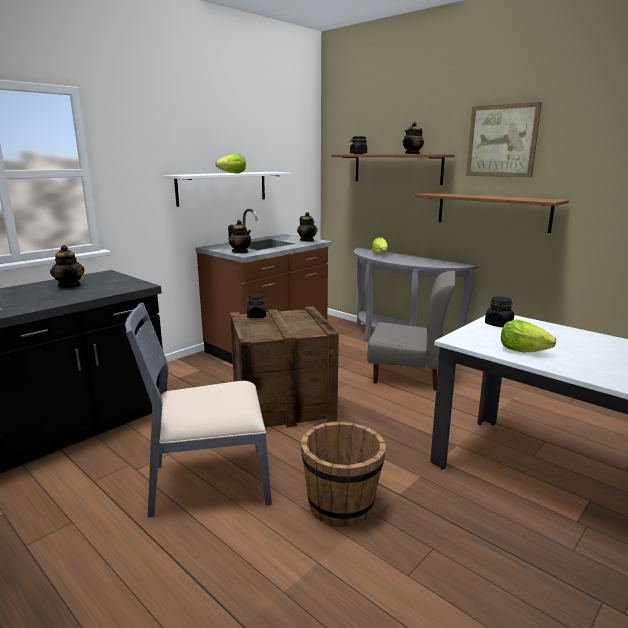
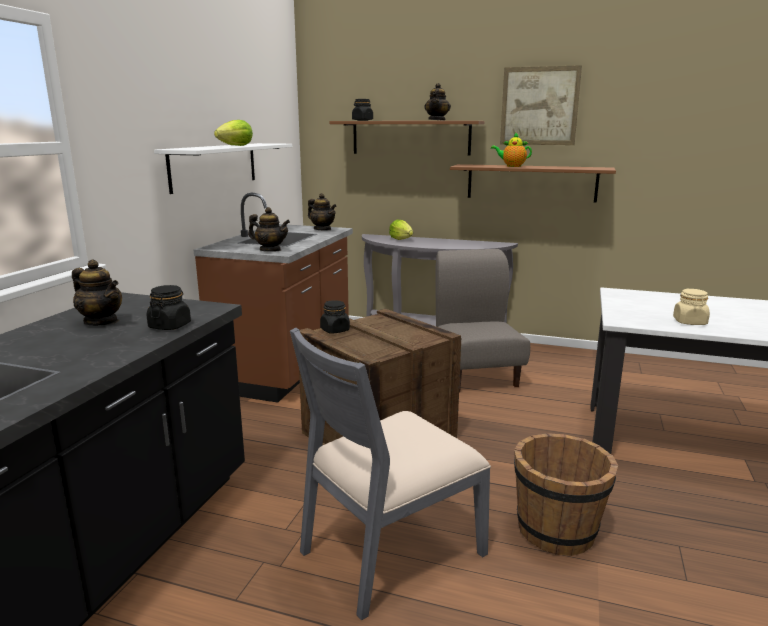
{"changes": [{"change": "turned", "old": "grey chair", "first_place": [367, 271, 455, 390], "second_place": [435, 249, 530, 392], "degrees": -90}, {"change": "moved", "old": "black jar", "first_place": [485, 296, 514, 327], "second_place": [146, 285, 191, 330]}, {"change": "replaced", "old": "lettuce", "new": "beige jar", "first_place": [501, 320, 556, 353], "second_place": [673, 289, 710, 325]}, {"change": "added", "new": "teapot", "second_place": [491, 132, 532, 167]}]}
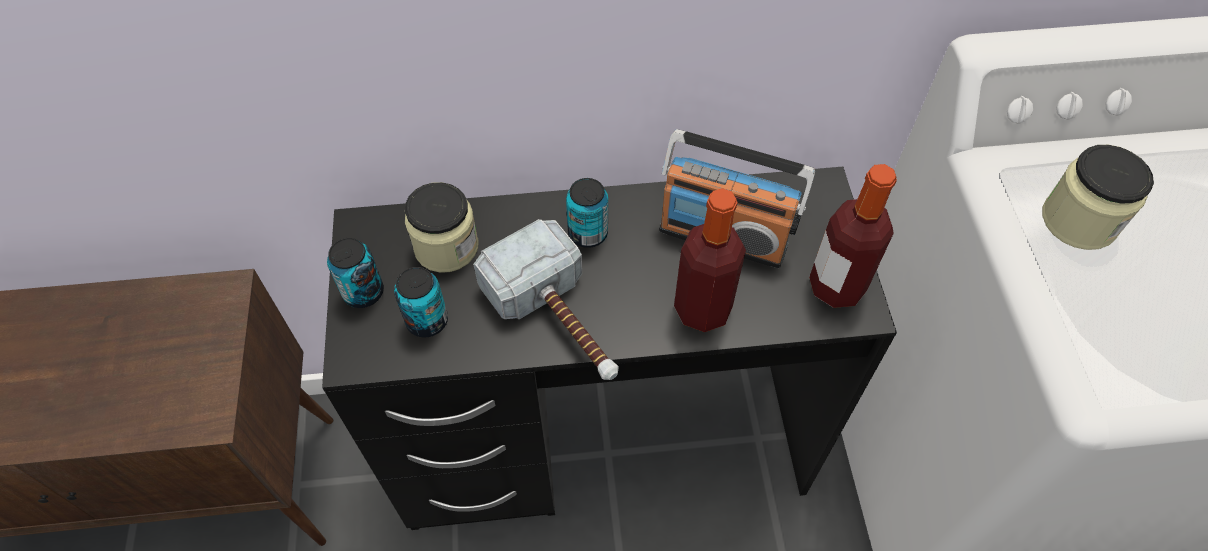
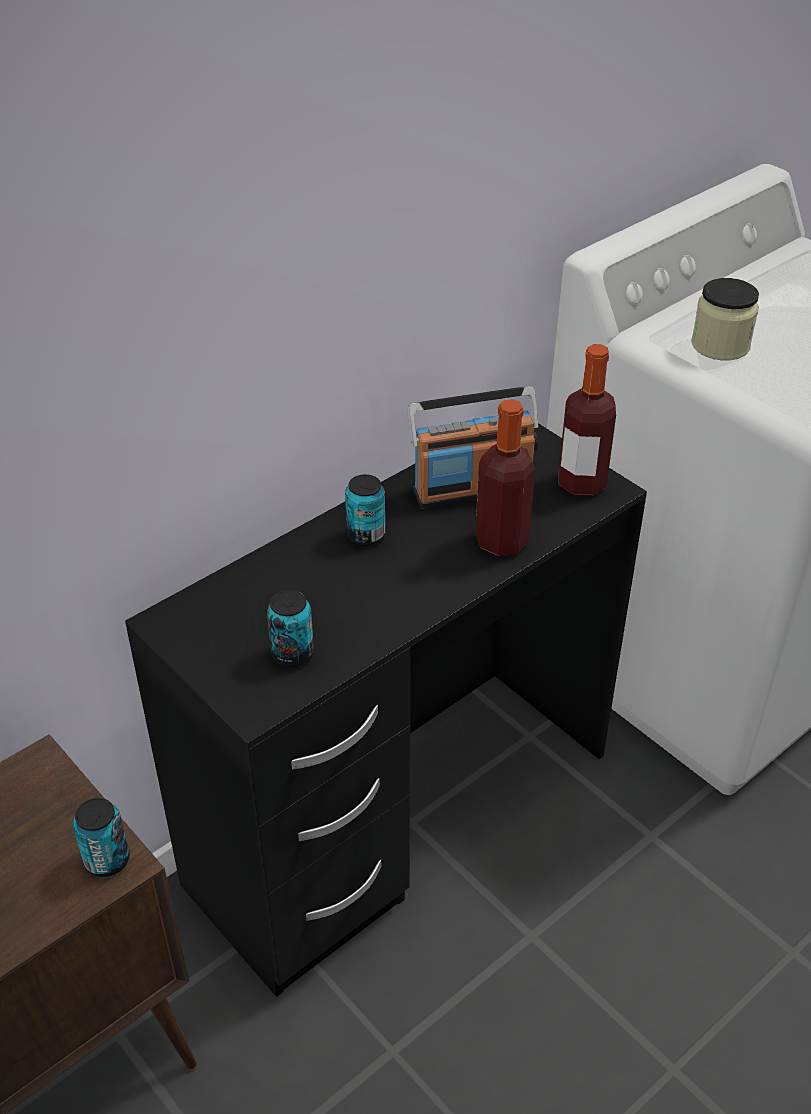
{"changes": [{"change": "moved", "old": "can", "first_place": [327, 238, 384, 308], "second_place": [73, 798, 130, 877]}, {"change": "removed", "old": "jar", "first_place": [405, 182, 478, 273]}, {"change": "removed", "old": "hammer", "first_place": [473, 219, 619, 380]}]}
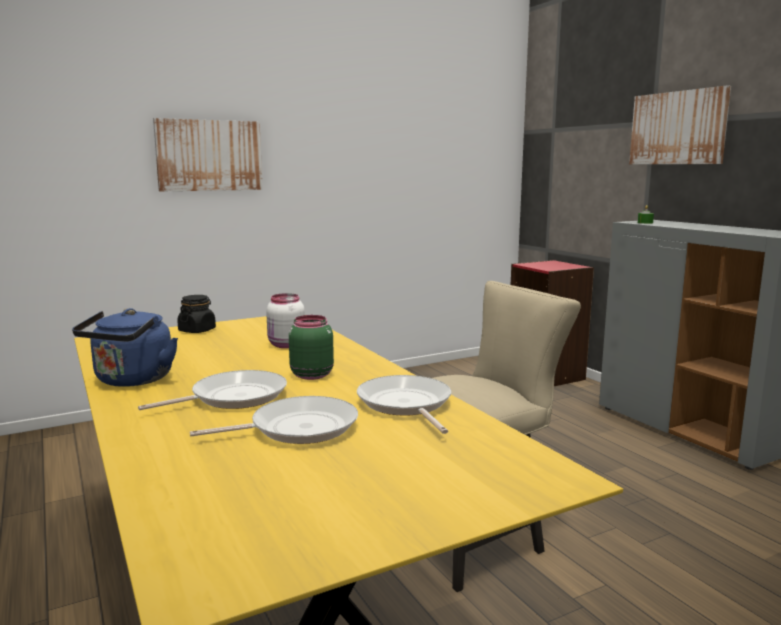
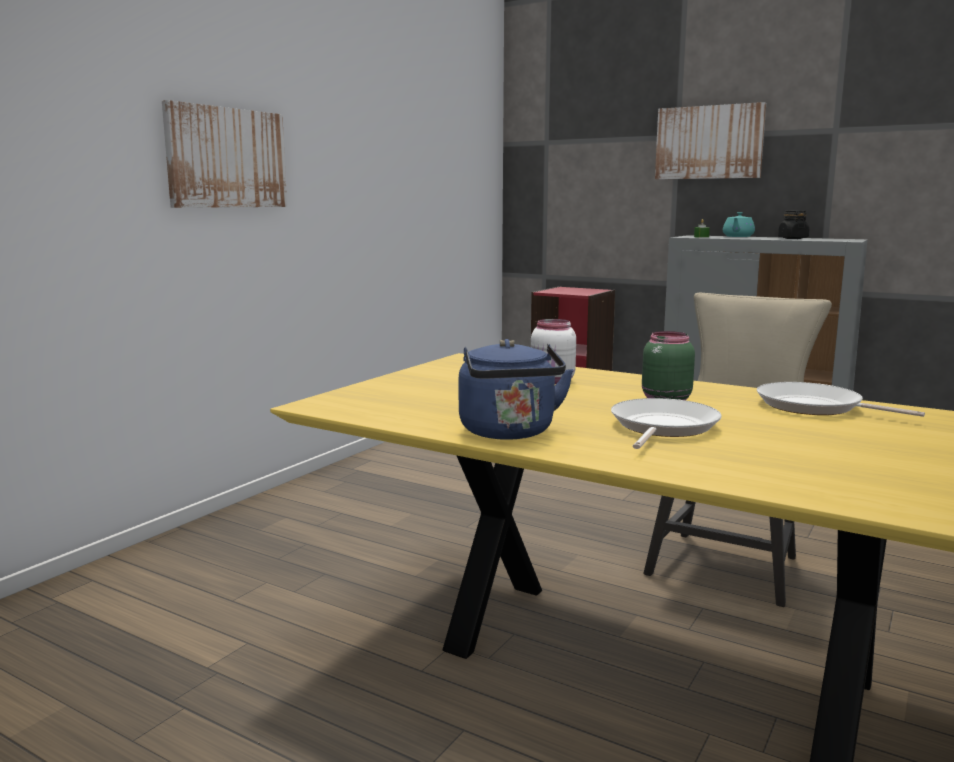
{"changes": [{"change": "moved", "old": "black jar", "first_place": [177, 295, 216, 333], "second_place": [778, 210, 809, 239]}, {"change": "removed", "old": "frying pan", "first_place": [190, 396, 358, 444]}, {"change": "added", "new": "turquoise teapot", "second_place": [723, 212, 755, 237]}]}
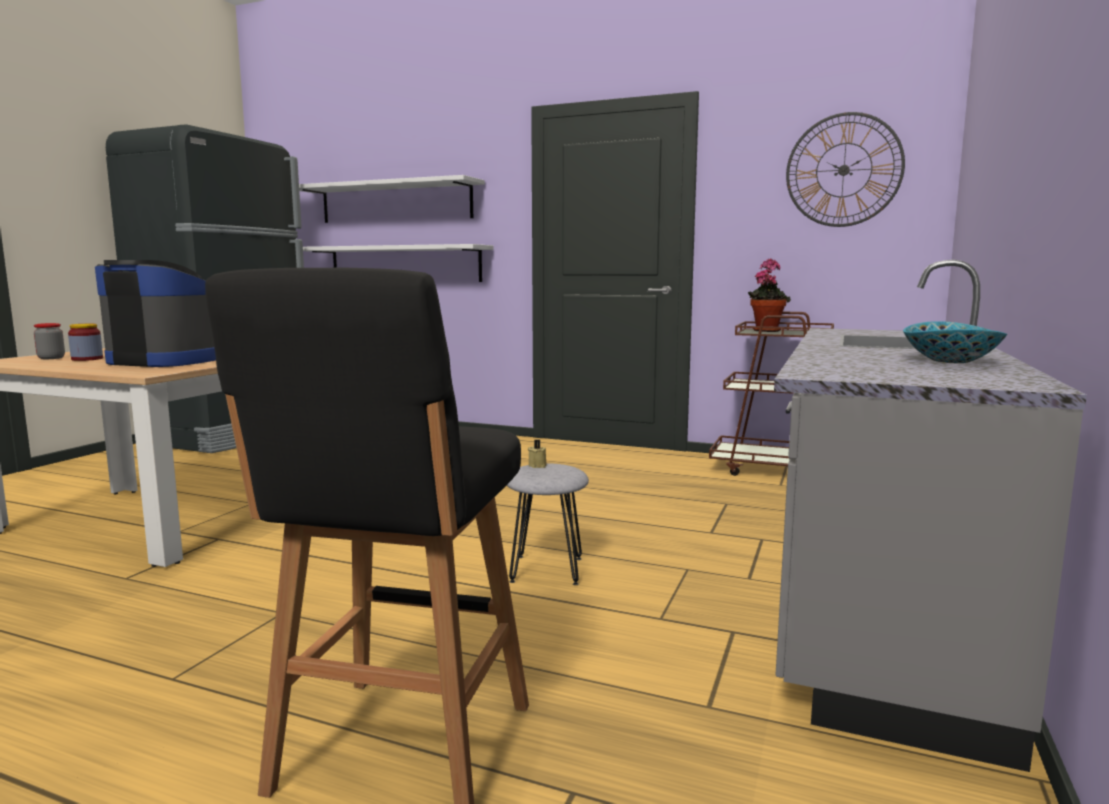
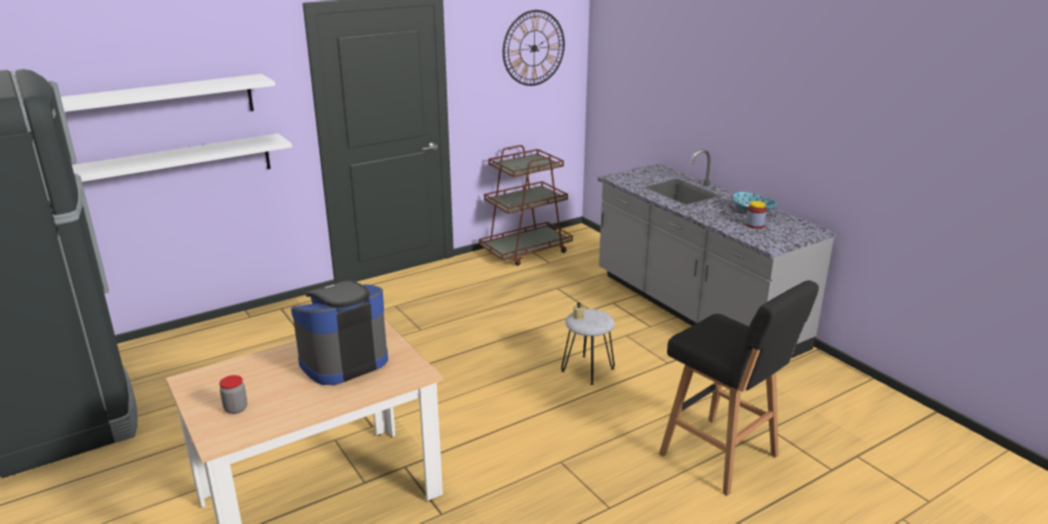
{"changes": [{"change": "moved", "old": "jar", "first_place": [68, 324, 103, 361], "second_place": [746, 201, 767, 229]}, {"change": "removed", "old": "potted plant", "first_place": [748, 258, 791, 332]}]}
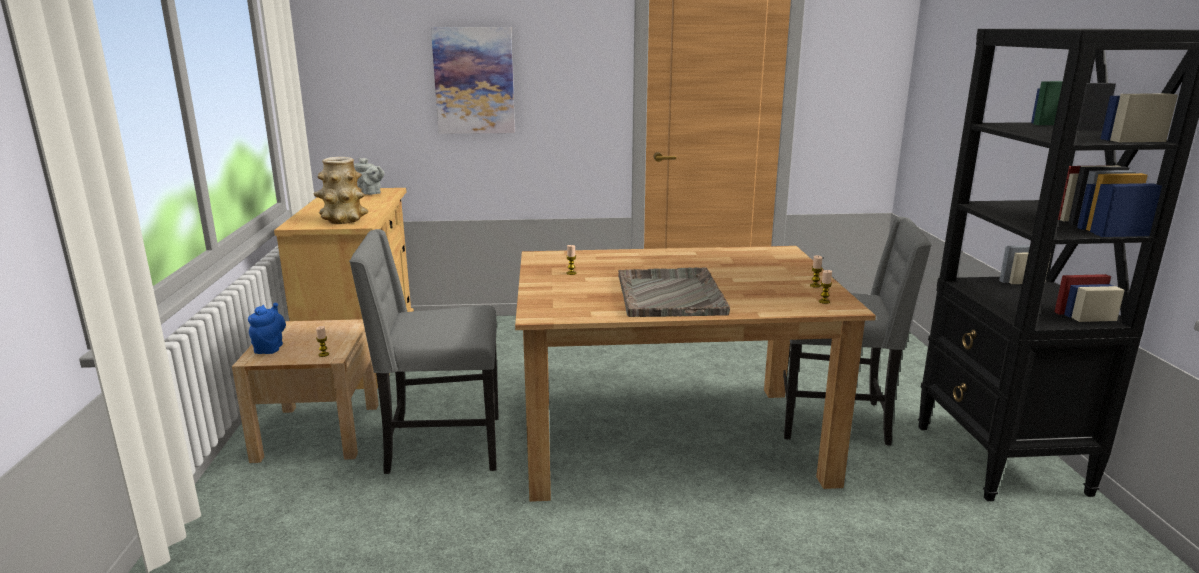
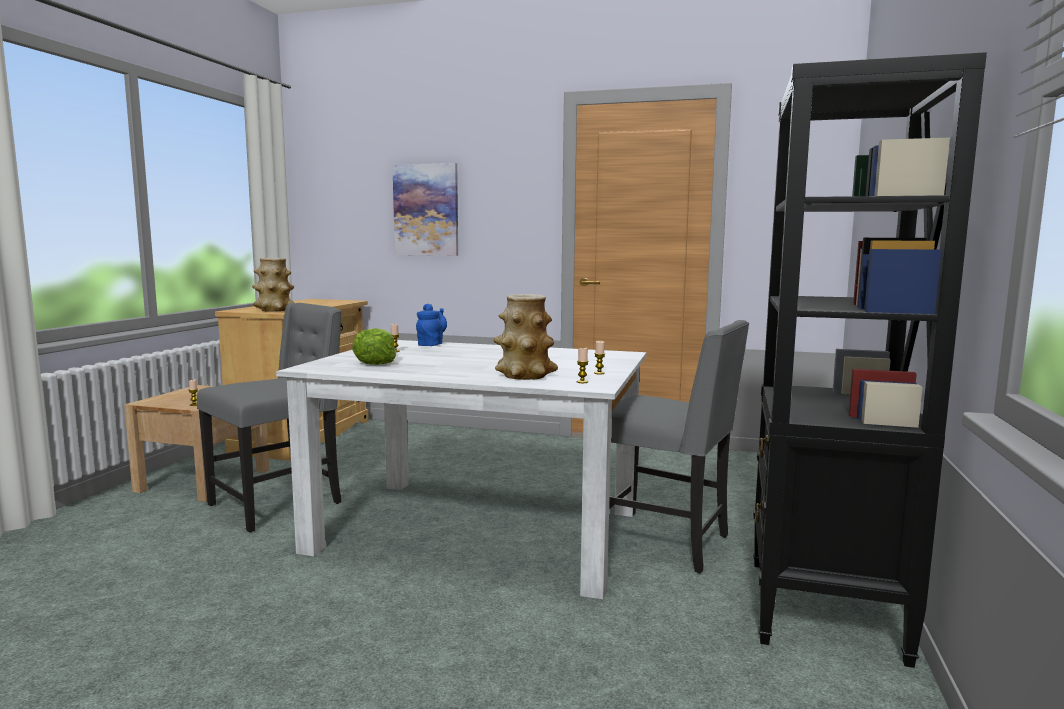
{"changes": [{"change": "moved", "old": "blue teapot", "first_place": [248, 303, 286, 354], "second_place": [416, 304, 447, 346]}, {"change": "turned", "old": "grey chair", "first_place": [349, 229, 499, 474], "second_place": [197, 303, 342, 532], "degrees": 120}, {"change": "removed", "old": "grey teapot", "first_place": [354, 158, 385, 195]}, {"change": "recoloured", "old": "brown dining table", "new": "white dining table", "first_place": [515, 246, 876, 502], "second_place": [276, 340, 646, 599]}, {"change": "removed", "old": "grey tray", "first_place": [618, 267, 730, 317]}, {"change": "added", "new": "lettuce", "second_place": [352, 328, 396, 365]}, {"change": "added", "new": "vase", "second_place": [493, 294, 558, 380]}]}
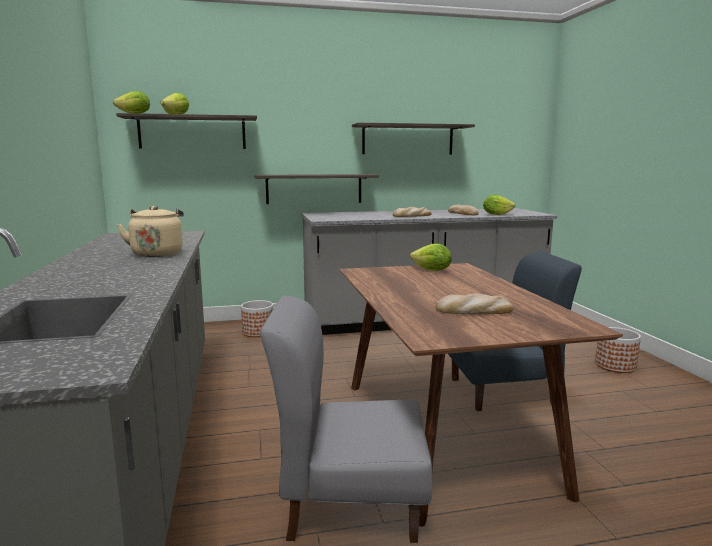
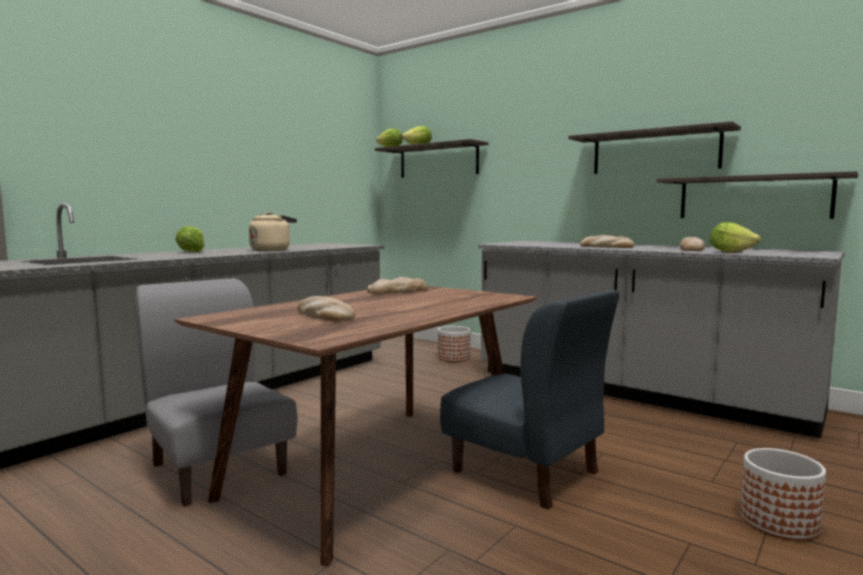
{"changes": [{"change": "moved", "old": "shelf", "first_place": [254, 174, 379, 204], "second_place": [656, 171, 858, 219]}, {"change": "moved", "old": "lettuce", "first_place": [410, 244, 452, 271], "second_place": [175, 226, 205, 252]}, {"change": "added", "new": "bread", "second_place": [367, 277, 428, 294]}]}
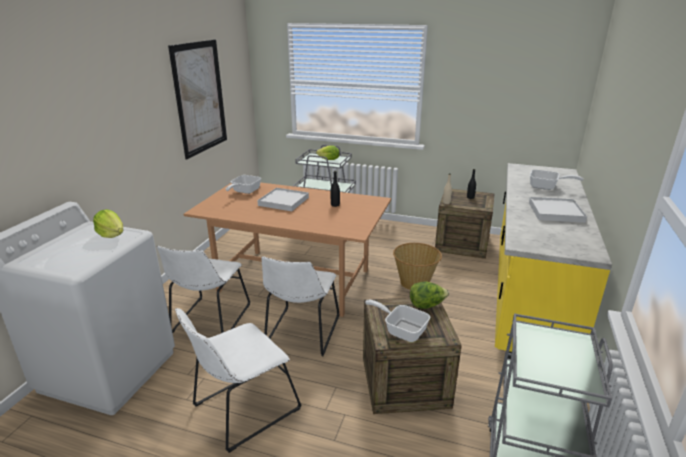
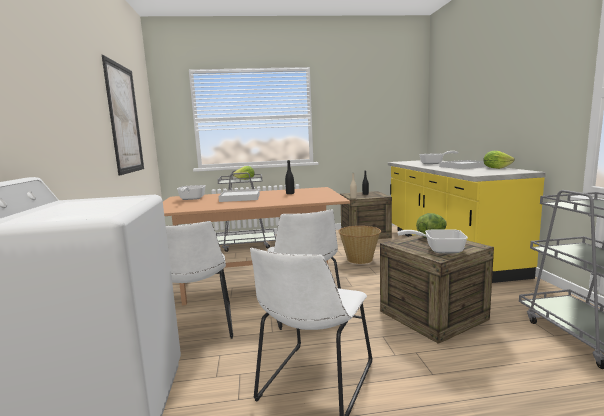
{"changes": [{"change": "moved", "old": "lettuce", "first_place": [93, 209, 123, 238], "second_place": [483, 151, 515, 169]}]}
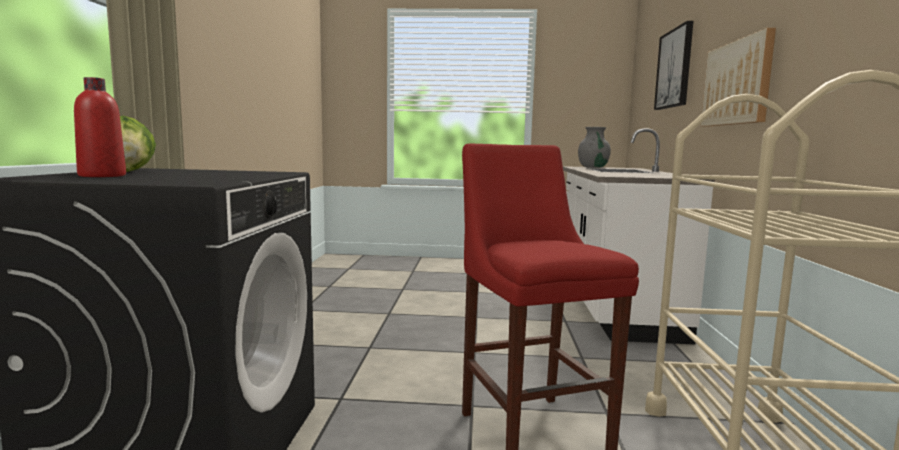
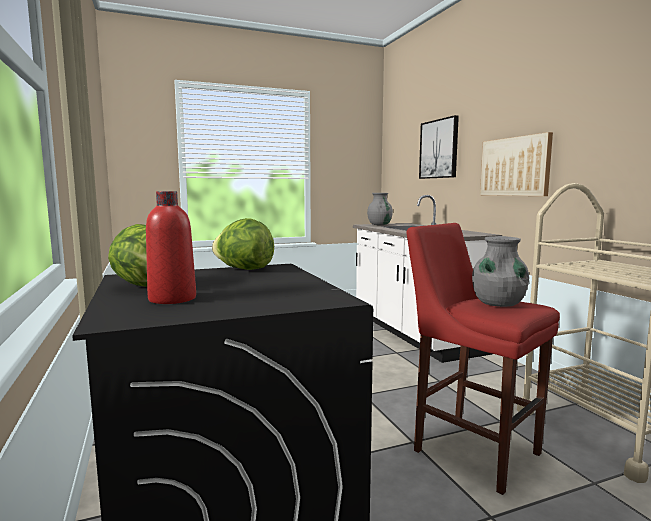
{"changes": [{"change": "added", "new": "lettuce", "second_place": [212, 218, 274, 270]}, {"change": "added", "new": "grey vase", "second_place": [472, 236, 529, 307]}]}
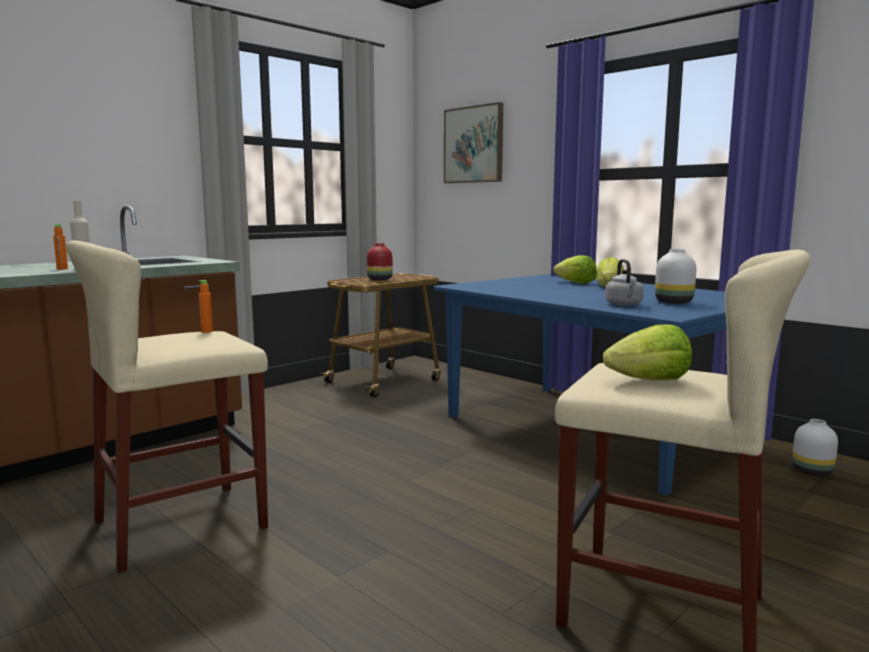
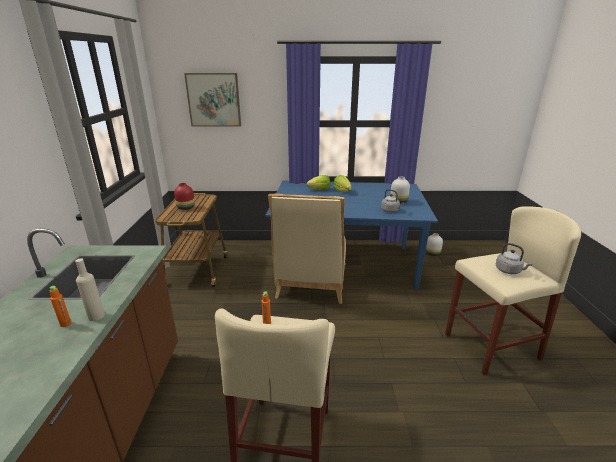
{"changes": [{"change": "replaced", "old": "lettuce", "new": "grey kettle", "first_place": [603, 324, 692, 380], "second_place": [496, 243, 533, 274]}, {"change": "added", "new": "beige chair", "second_place": [268, 194, 346, 304]}]}
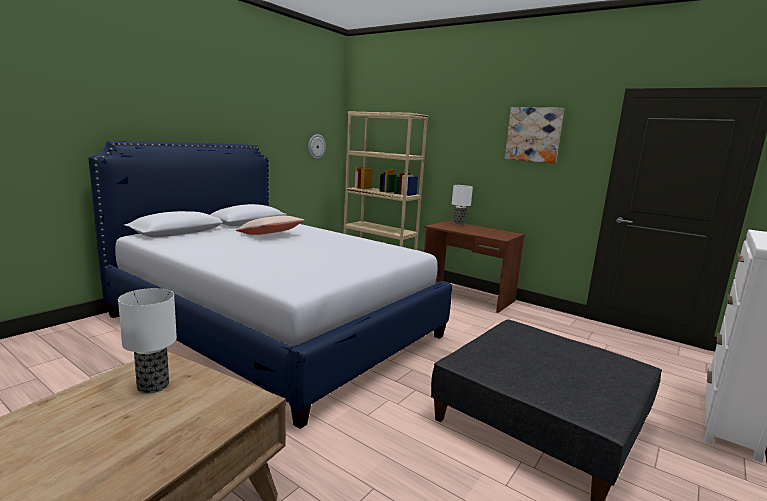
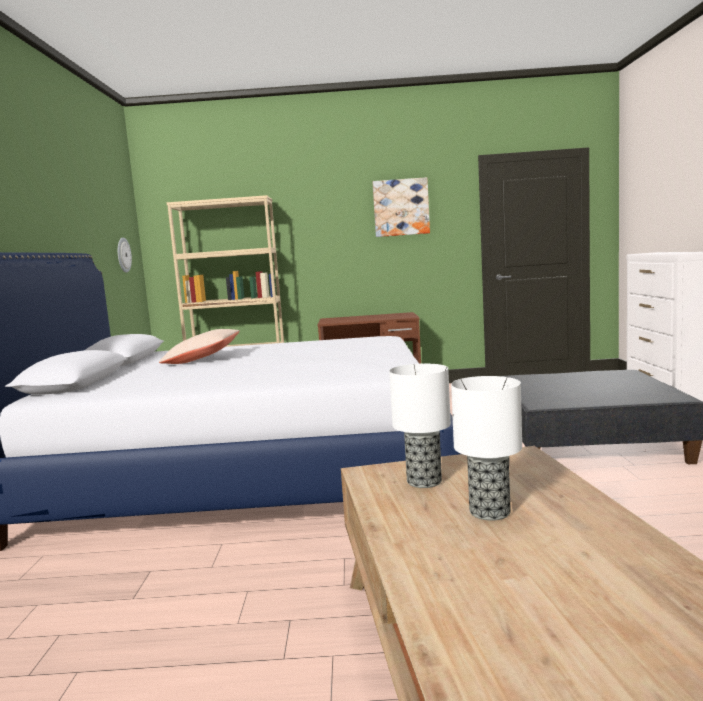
{"changes": [{"change": "moved", "old": "table lamp", "first_place": [452, 185, 473, 225], "second_place": [451, 376, 522, 521]}]}
